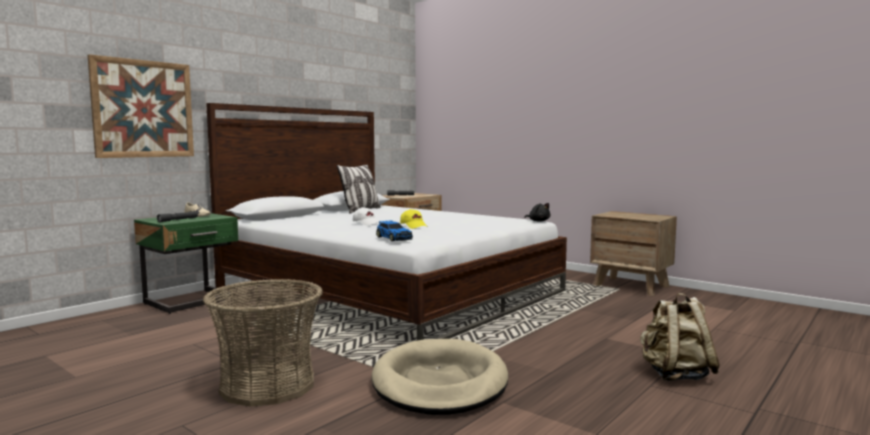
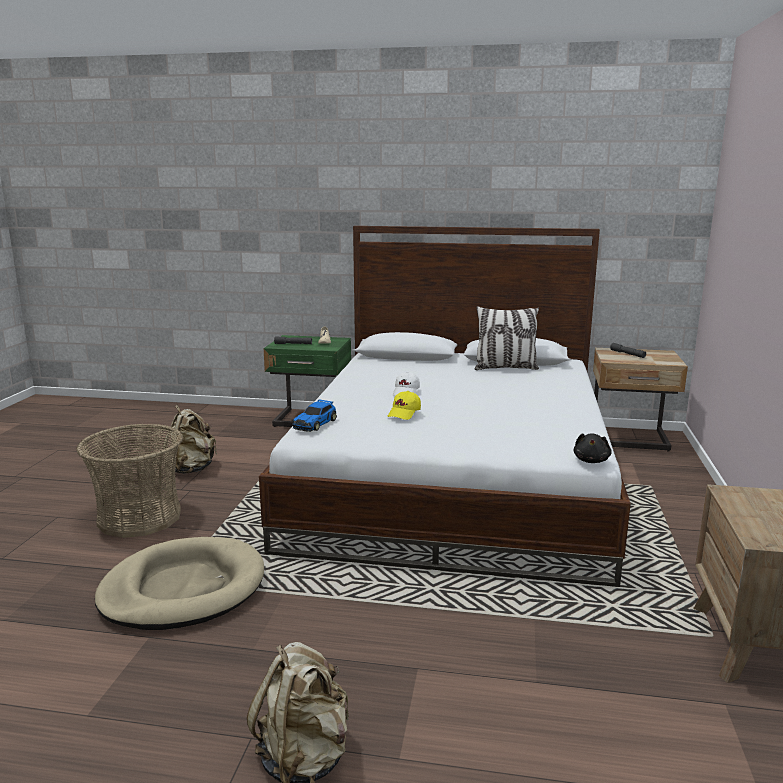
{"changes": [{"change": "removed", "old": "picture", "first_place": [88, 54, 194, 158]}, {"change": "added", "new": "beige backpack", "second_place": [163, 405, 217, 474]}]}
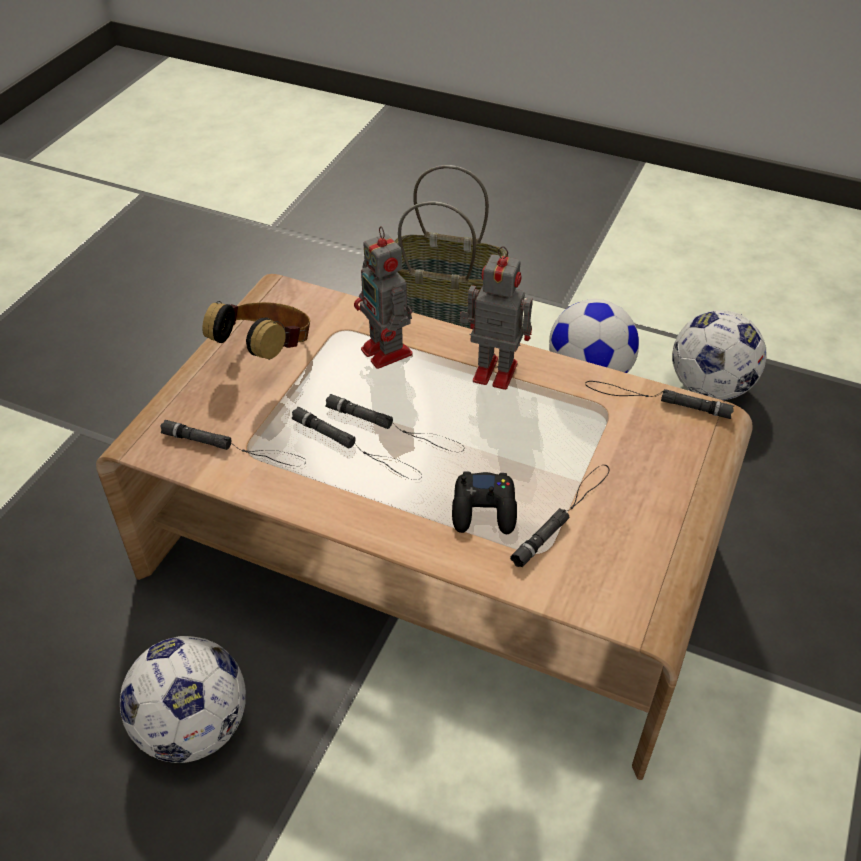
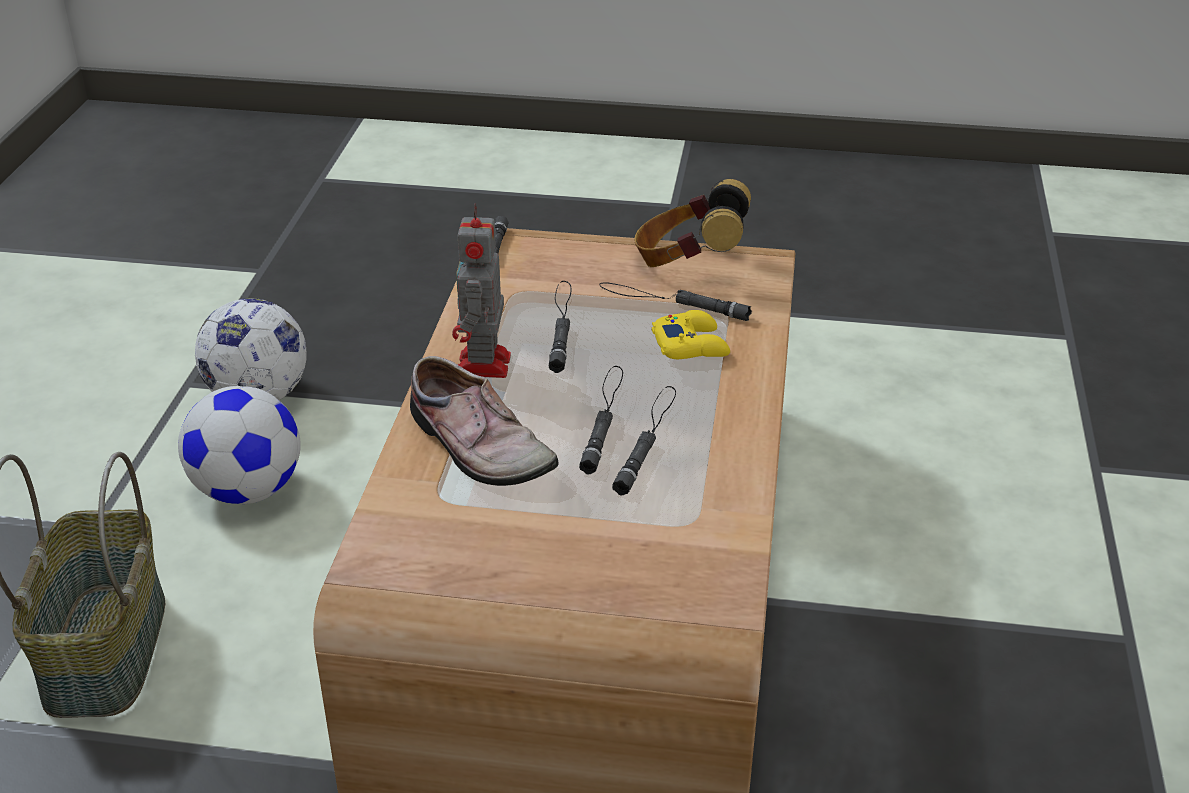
{"changes": [{"change": "removed", "old": "football", "first_place": [120, 636, 246, 763]}, {"change": "moved", "old": "black flashlight", "first_place": [160, 420, 303, 466], "second_place": [549, 281, 571, 373]}, {"change": "moved", "old": "headphones", "first_place": [202, 301, 310, 360], "second_place": [634, 179, 751, 267]}, {"change": "replaced", "old": "toy robot", "new": "shoe", "first_place": [354, 226, 413, 369], "second_place": [410, 356, 559, 486]}, {"change": "recoloured", "old": "black game controller", "new": "yellow game controller", "first_place": [452, 472, 517, 534], "second_place": [652, 310, 730, 359]}]}
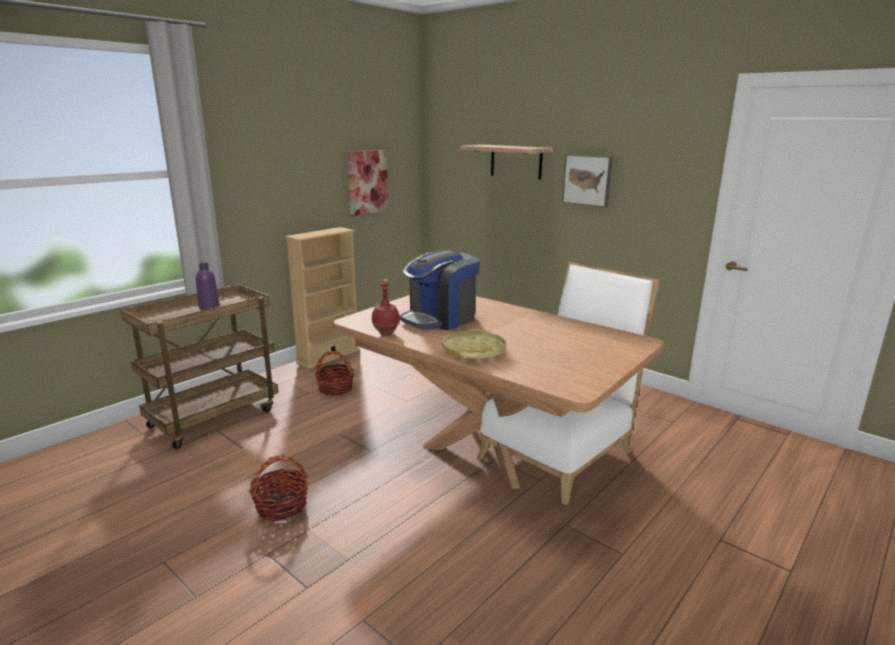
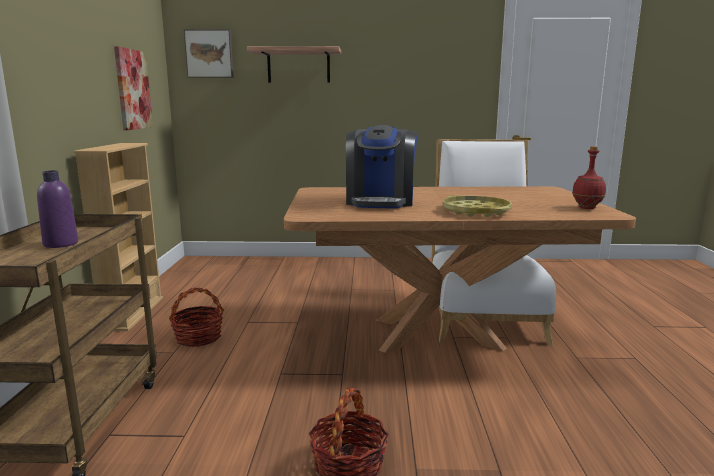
{"changes": [{"change": "moved", "old": "red bottle", "first_place": [372, 279, 400, 335], "second_place": [572, 146, 606, 209]}, {"change": "moved", "old": "picture", "first_place": [562, 154, 613, 207], "second_place": [184, 29, 234, 78]}]}
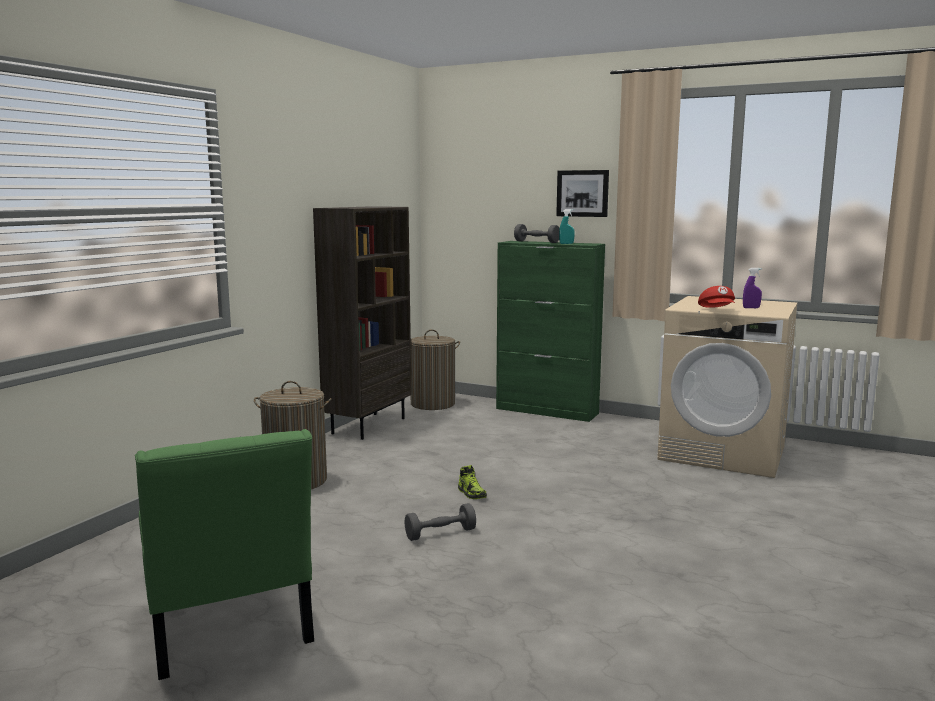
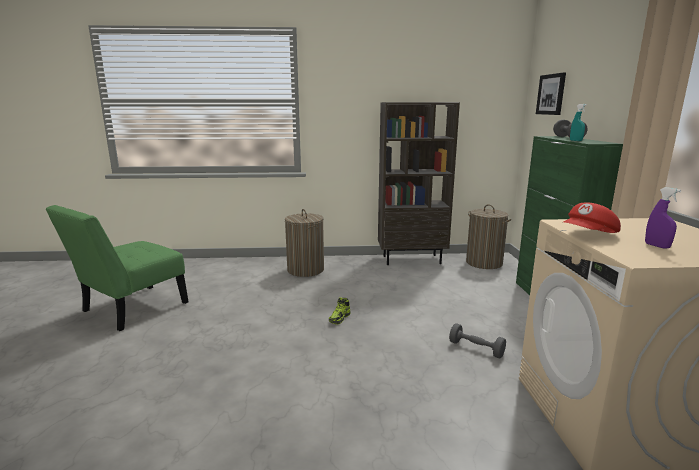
{"changes": [{"change": "moved", "old": "grey dumbbell", "first_place": [405, 503, 476, 541], "second_place": [449, 323, 506, 359]}, {"change": "moved", "old": "picture", "first_place": [556, 170, 609, 217], "second_place": [536, 73, 566, 115]}]}
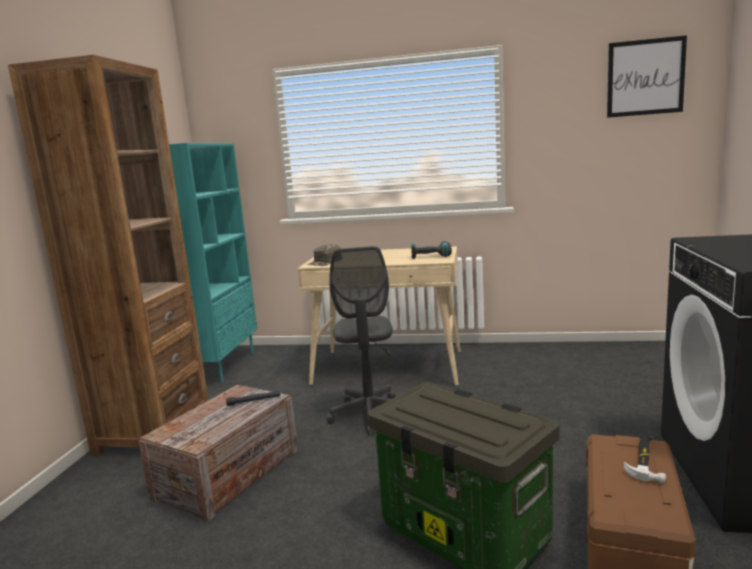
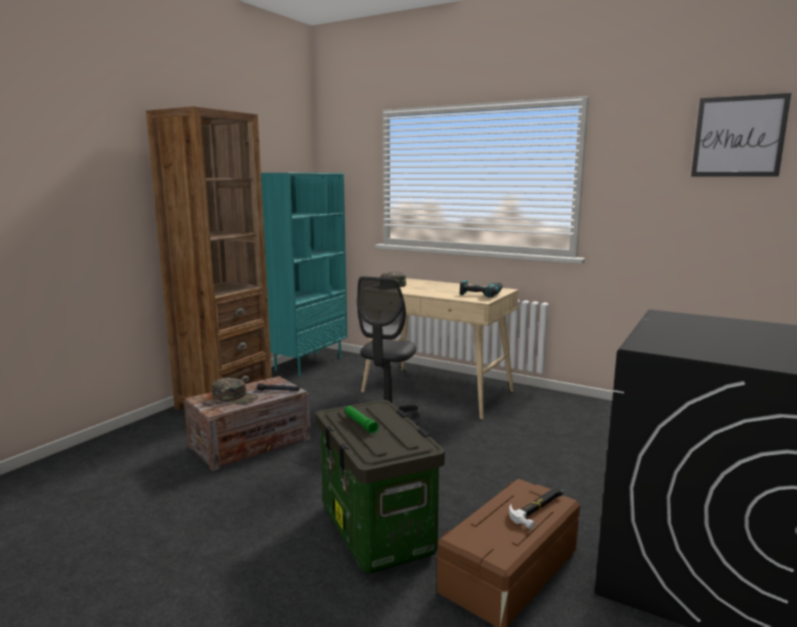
{"changes": [{"change": "added", "new": "green cap", "second_place": [212, 378, 260, 405]}, {"change": "added", "new": "green flashlight", "second_place": [345, 406, 379, 434]}]}
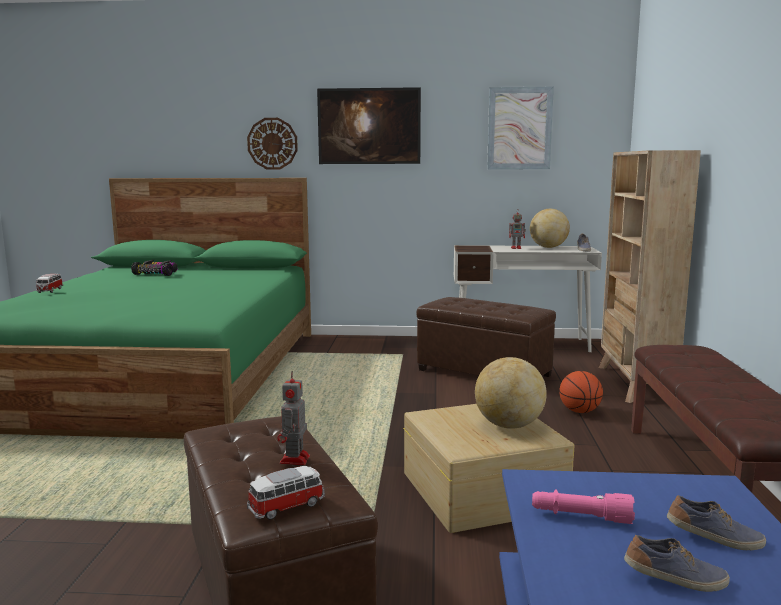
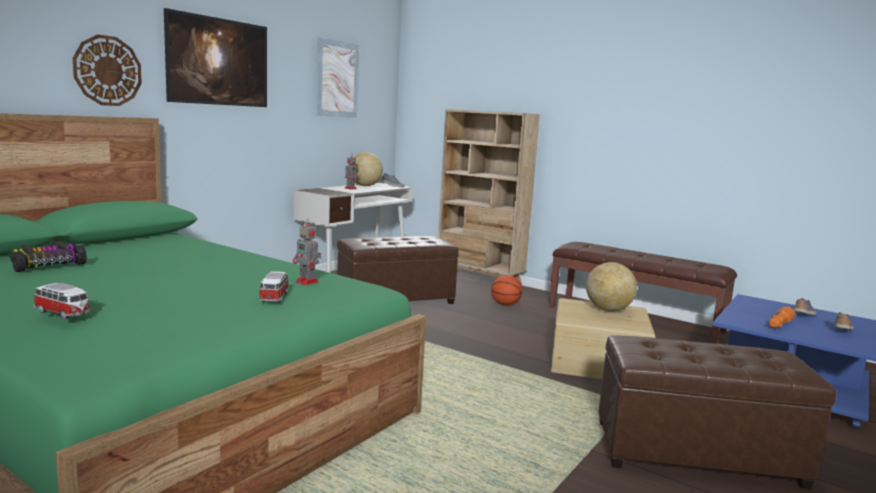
{"changes": [{"change": "moved", "old": "toy car", "first_place": [247, 466, 325, 520], "second_place": [259, 271, 289, 302]}, {"change": "moved", "old": "toy robot", "first_place": [277, 371, 310, 465], "second_place": [293, 219, 321, 285]}, {"change": "recoloured", "old": "pink flashlight", "new": "orange flashlight", "first_place": [532, 489, 635, 524], "second_place": [769, 307, 795, 328]}]}
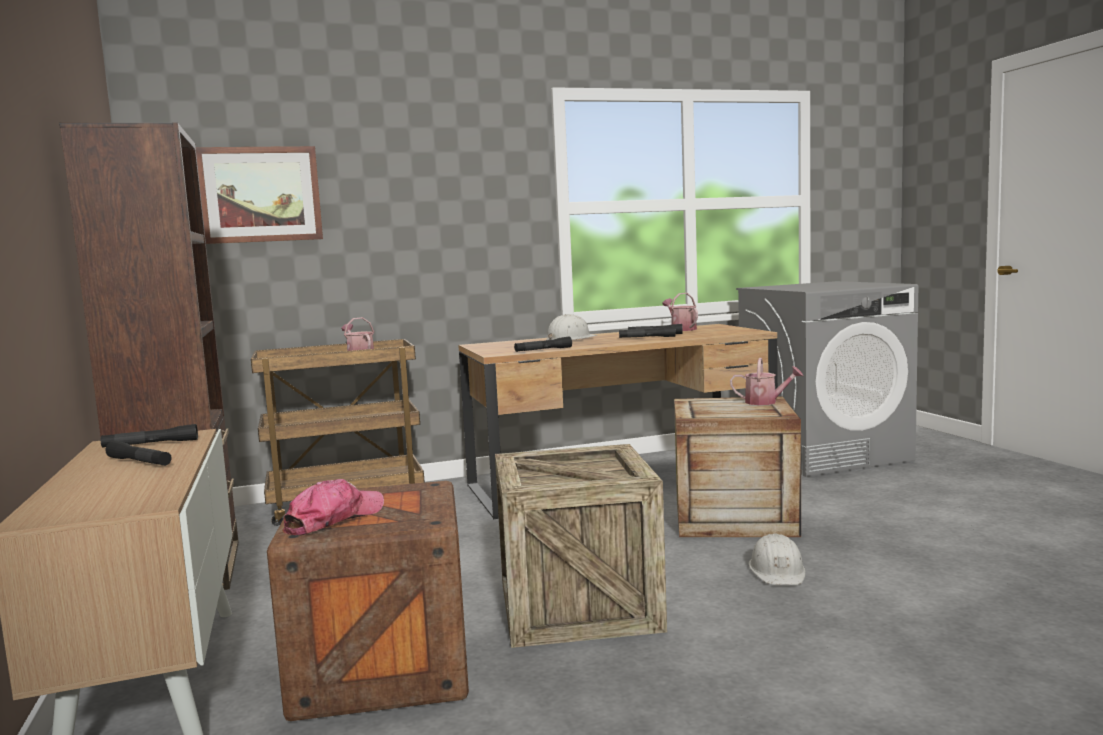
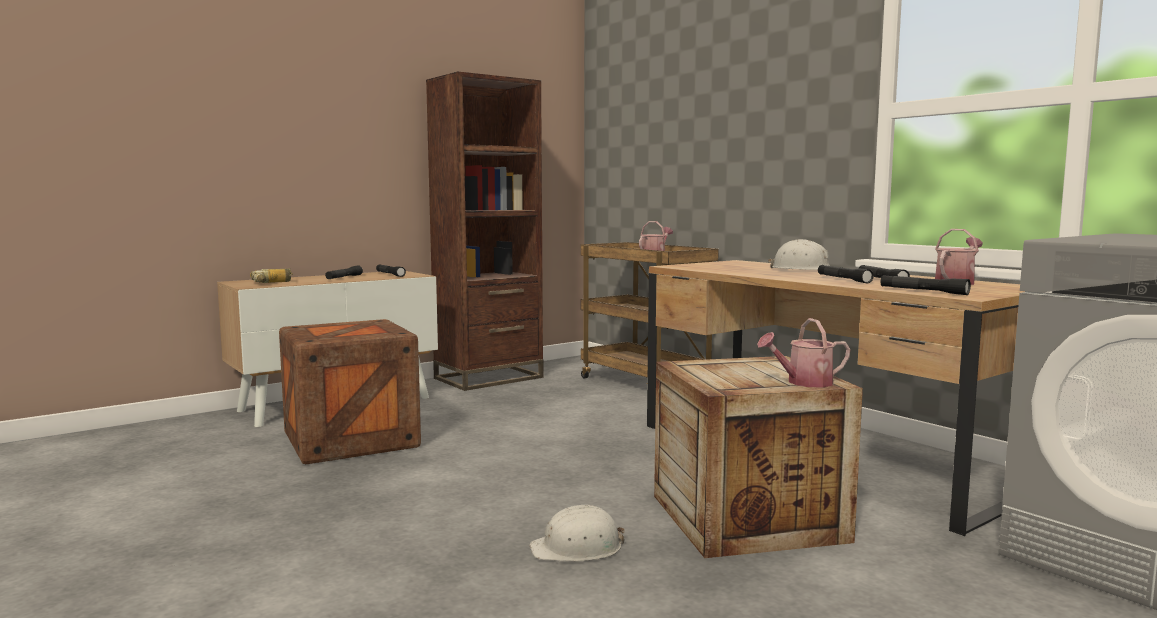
{"changes": [{"change": "removed", "old": "picture", "first_place": [196, 146, 323, 244]}, {"change": "removed", "old": "cap", "first_place": [282, 479, 384, 535]}, {"change": "removed", "old": "crate", "first_place": [495, 444, 667, 648]}, {"change": "moved", "old": "black flashlight", "first_place": [514, 336, 572, 352], "second_place": [881, 275, 971, 295]}, {"change": "turned", "old": "watering can", "first_place": [730, 358, 803, 405], "second_place": [757, 318, 850, 387], "degrees": 75}, {"change": "added", "new": "power drill", "second_place": [250, 268, 293, 283]}]}
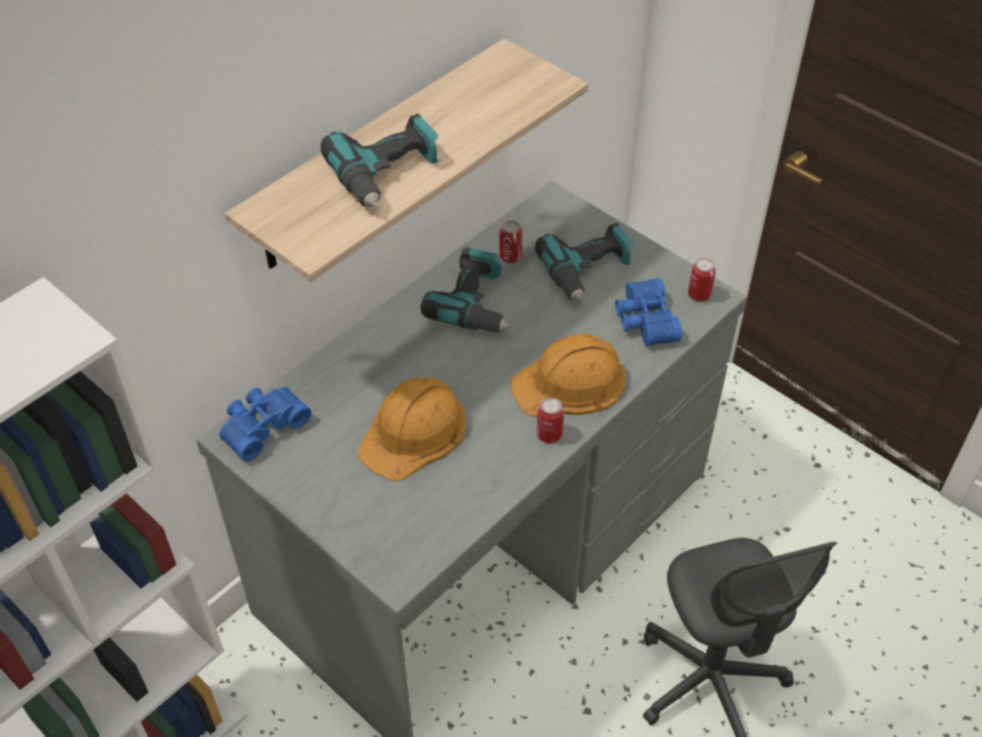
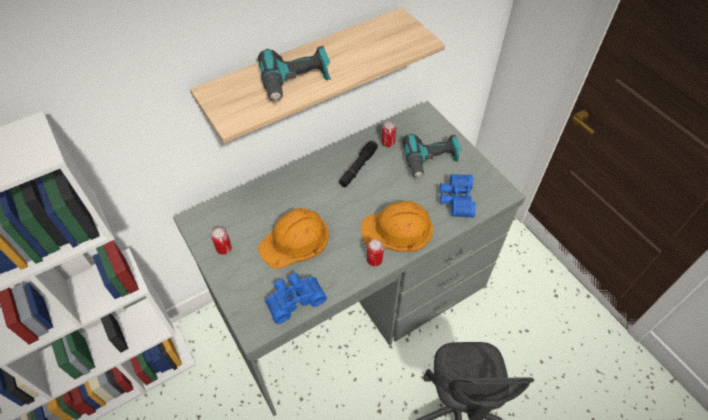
{"changes": [{"change": "moved", "old": "blue binoculars", "first_place": [219, 387, 311, 462], "second_place": [265, 273, 327, 324]}, {"change": "replaced", "old": "power drill", "new": "black flashlight", "first_place": [420, 248, 512, 333], "second_place": [339, 141, 378, 187]}, {"change": "moved", "old": "can", "first_place": [688, 258, 716, 301], "second_place": [211, 228, 232, 255]}]}
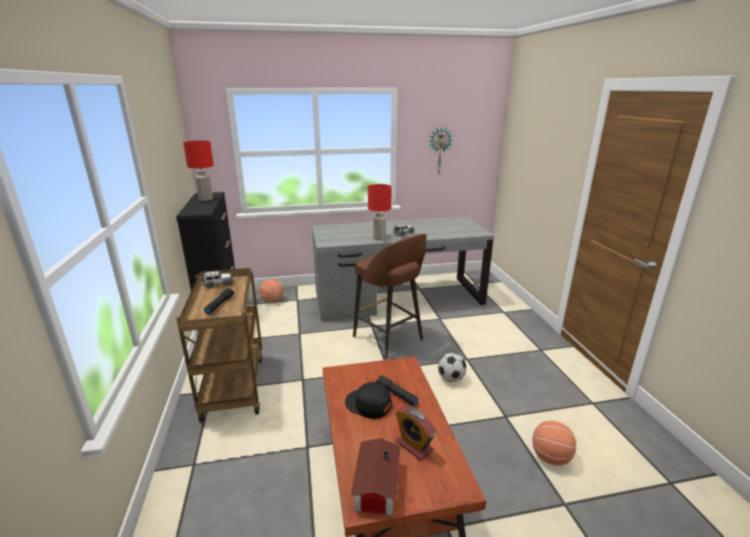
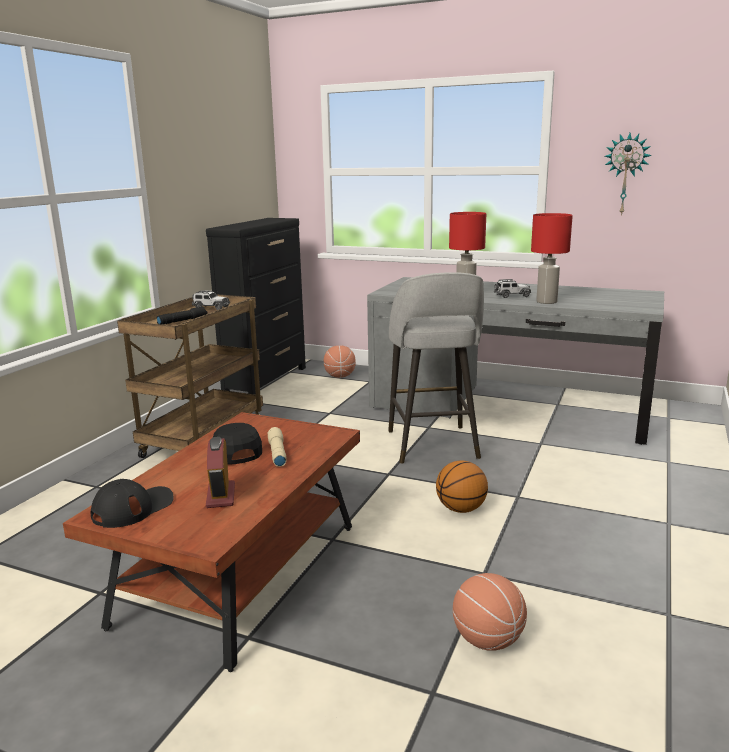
{"changes": [{"change": "moved", "old": "red table lamp", "first_place": [183, 141, 214, 201], "second_place": [531, 213, 573, 304]}, {"change": "replaced", "old": "toy house", "new": "black cap", "first_place": [351, 438, 400, 515], "second_place": [91, 479, 174, 528]}, {"change": "recoloured", "old": "brown stool", "new": "grey stool", "first_place": [353, 234, 426, 359], "second_place": [388, 272, 484, 464]}, {"change": "recoloured", "old": "black flashlight", "new": "beige flashlight", "first_place": [376, 375, 418, 406], "second_place": [268, 427, 287, 467]}, {"change": "replaced", "old": "football", "new": "basketball", "first_place": [438, 353, 466, 382], "second_place": [436, 461, 488, 513]}]}
